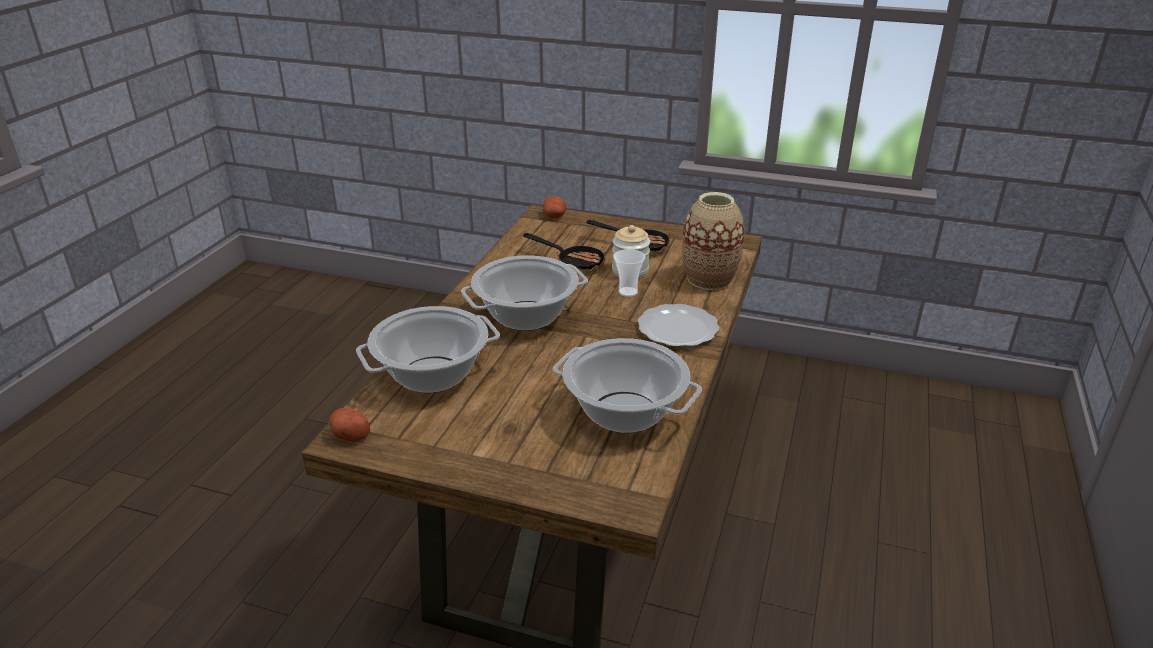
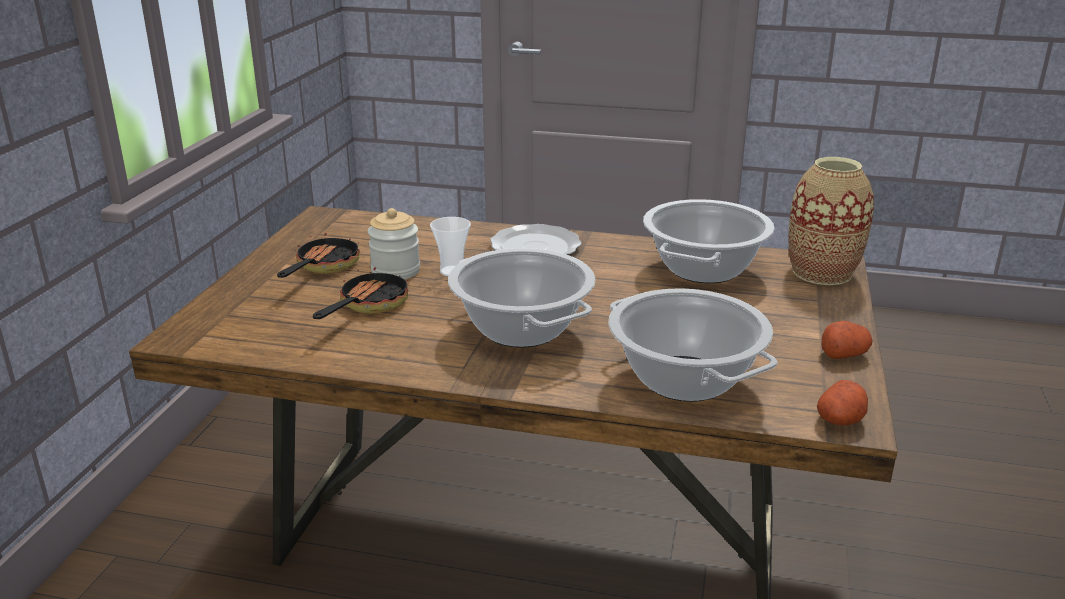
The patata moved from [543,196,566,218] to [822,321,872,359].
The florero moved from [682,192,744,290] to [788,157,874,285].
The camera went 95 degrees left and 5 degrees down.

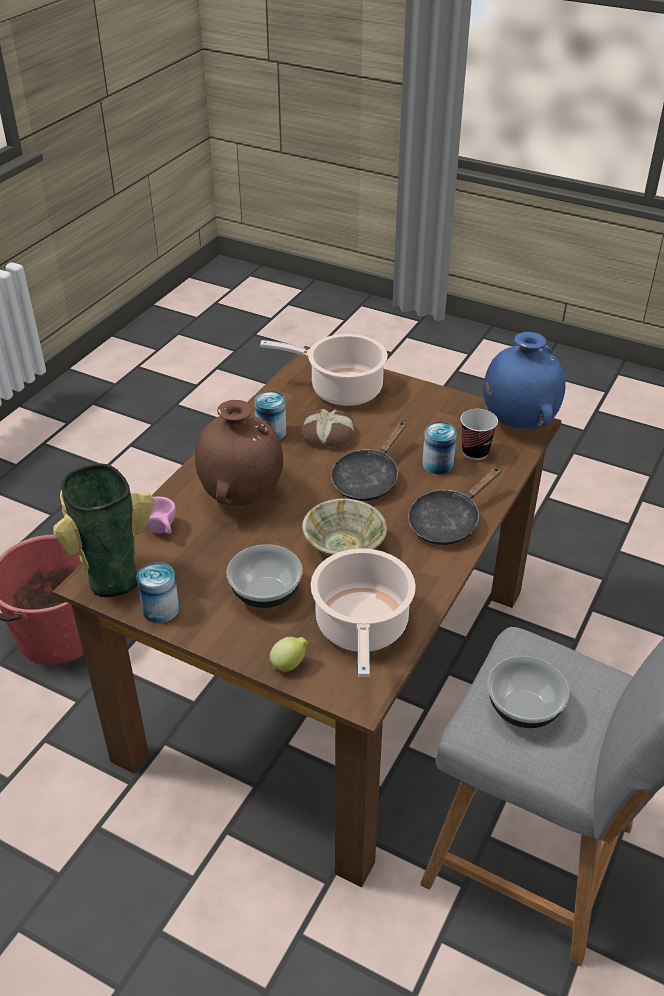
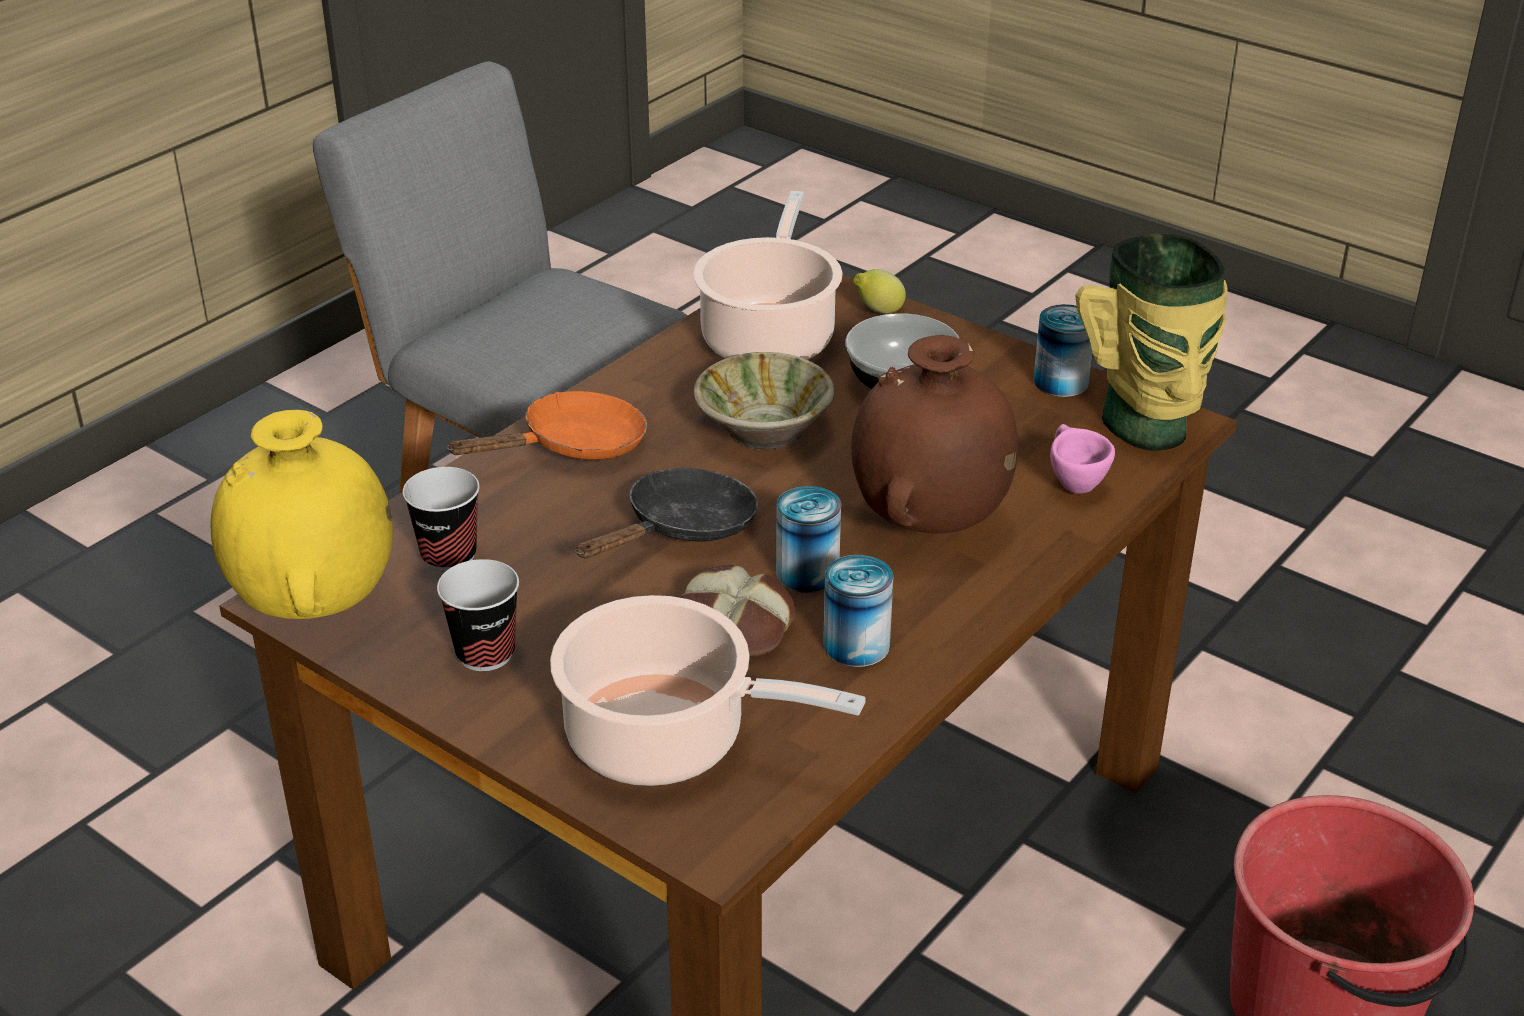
The sartén [negro] at [408,467,502,545] became the sartén [naranja] at [446,391,647,460].
The lata moved from [422,422,457,475] to [776,486,841,593].
The florero [azul] at [483,332,566,429] became the florero [amarillo] at [210,410,393,619].
The cuenco at [487,656,569,728] disappeared.
The taza at [437,559,519,671] appeared.
The camera went 170 degrees left and 5 degrees down.

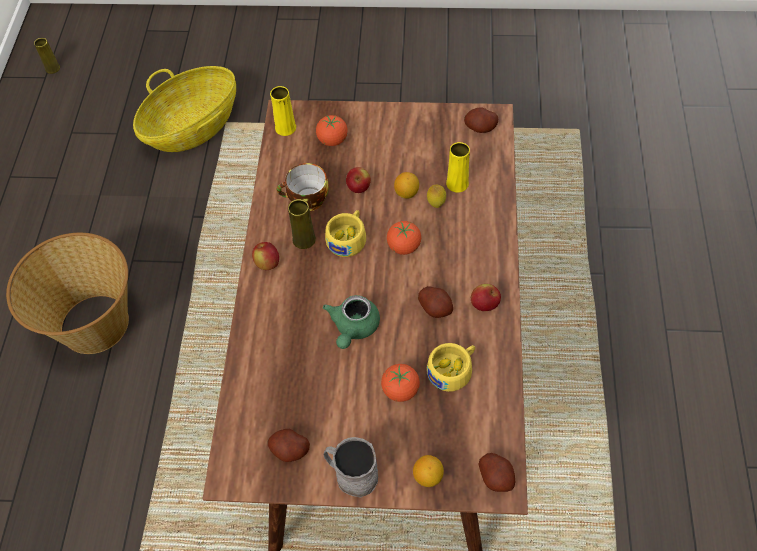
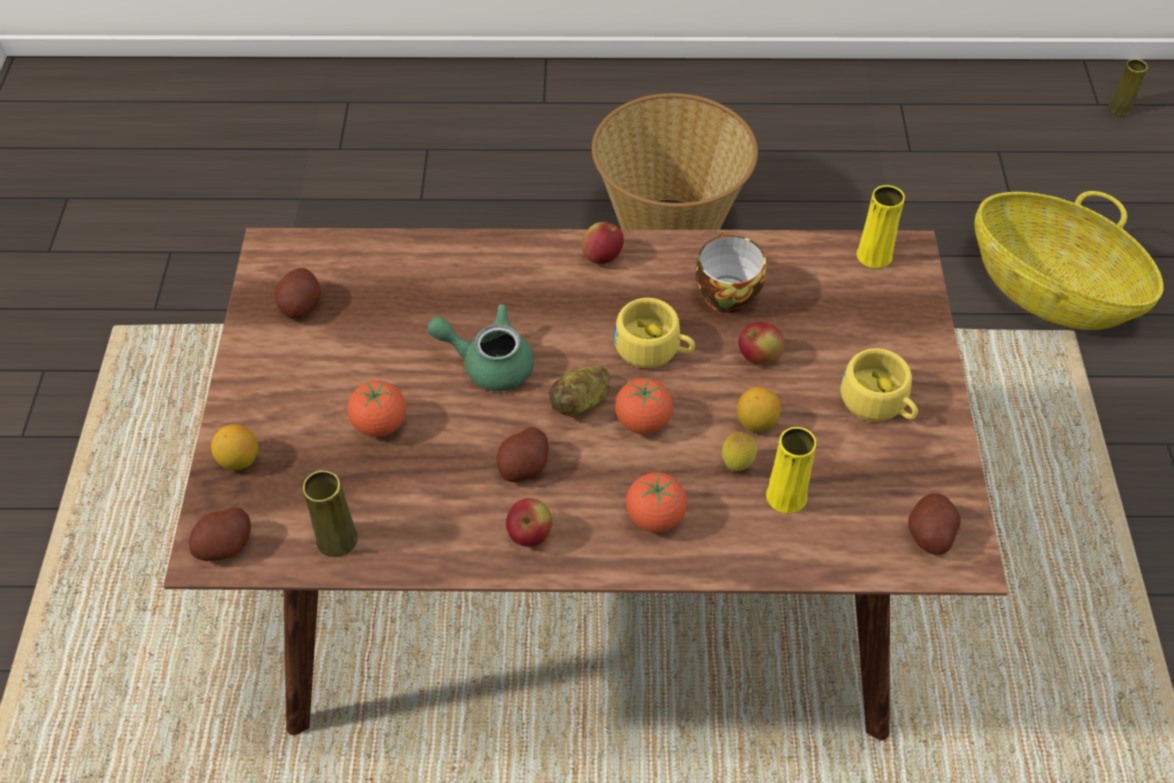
The florero [amarillo] moved from [288,199,316,249] to [303,470,358,557].
The tomate moved from [316,115,348,146] to [626,472,687,532].
The taza grande [gris] at [324,437,378,498] disappeared.
The taza [amarillo] moved from [427,343,475,392] to [840,348,918,421].
The patata at [549,365,610,416] appeared.
The camera went 85 degrees right and 5 degrees down.

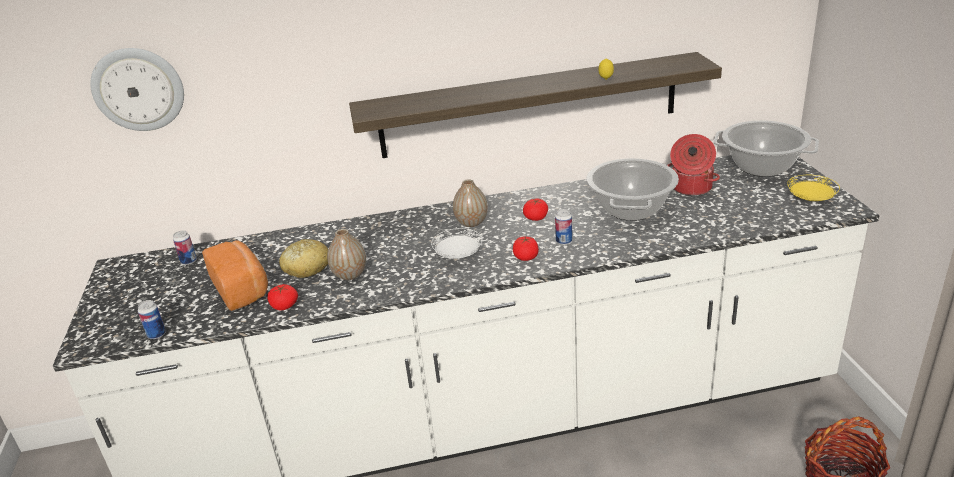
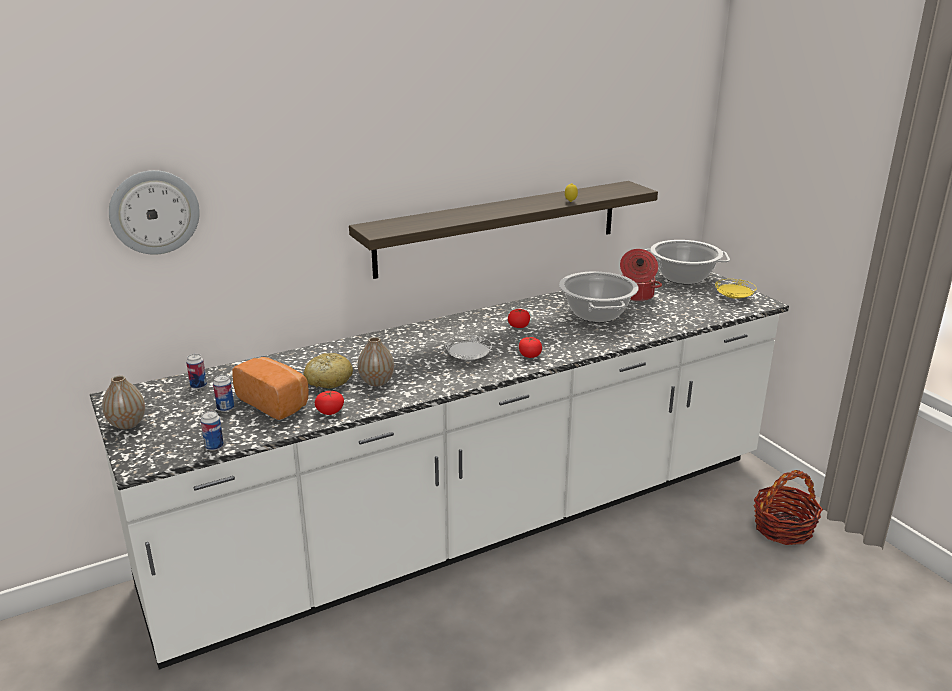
The florero moved from [453,179,488,227] to [102,376,145,429].
The lata moved from [555,209,572,245] to [213,375,234,412].
The camera went 20 degrees left and 5 degrees down.

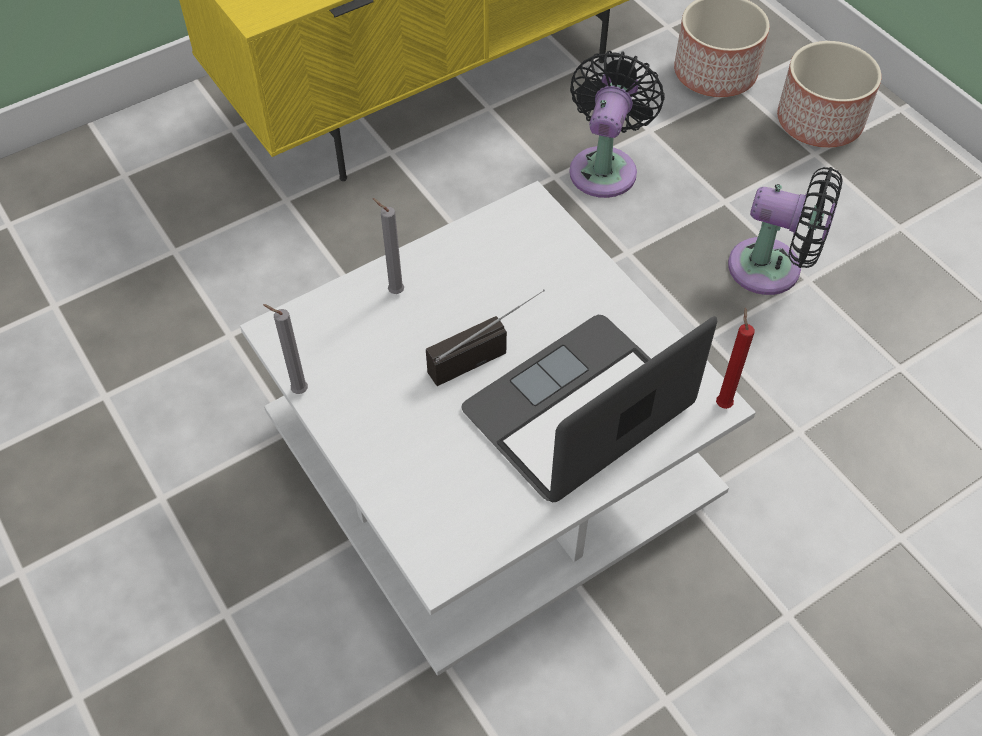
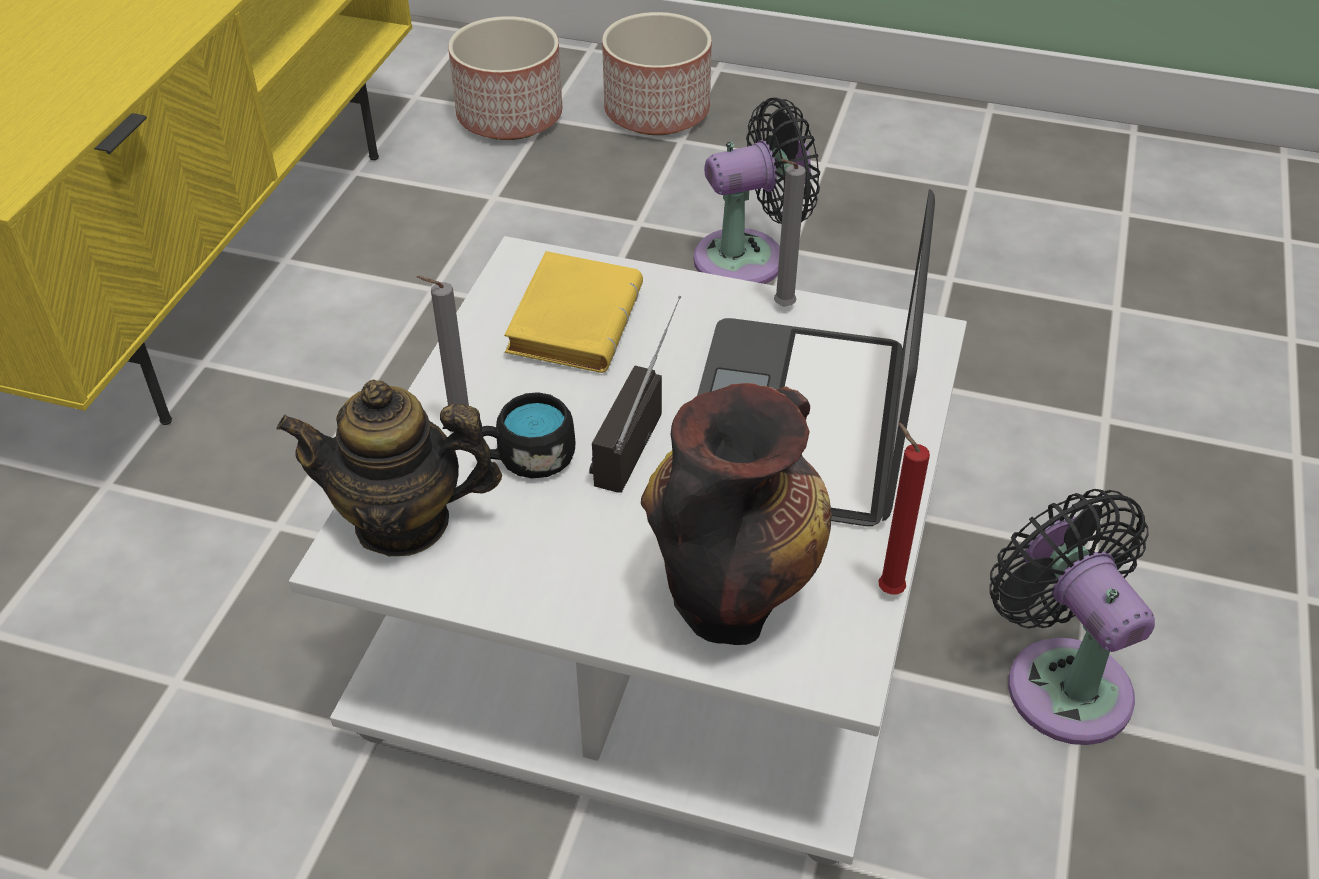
The vela [gris] moved from [263,304,308,394] to [774,159,806,307].
The ventilador [negro] moved from [569,51,665,198] to [989,489,1155,745].
The vela [rojo] moved from [716,308,755,409] to [878,422,930,594].
The tetera at [276,380,502,556] appeared.
The taza grande [negro] at [482,392,575,478] appeared.
The libro [amarillo] at [504,251,643,373] appeared.
The florero at [641,383,832,645] appeared.
The camera went 40 degrees left and 10 degrees down.

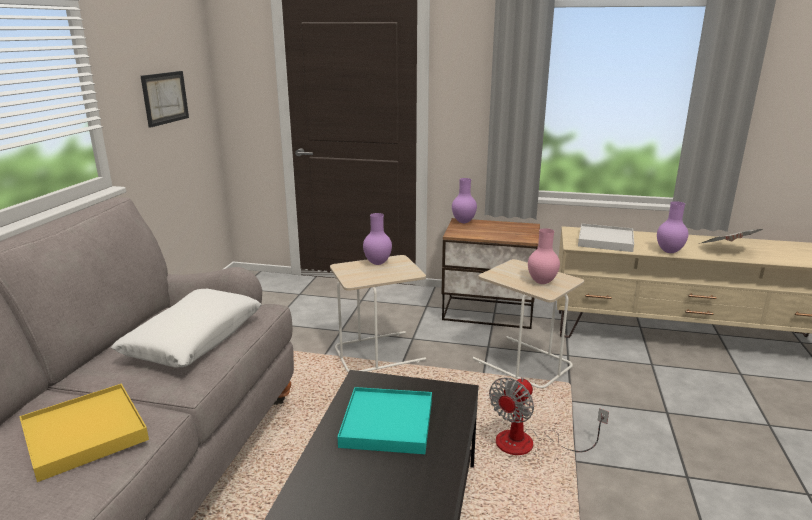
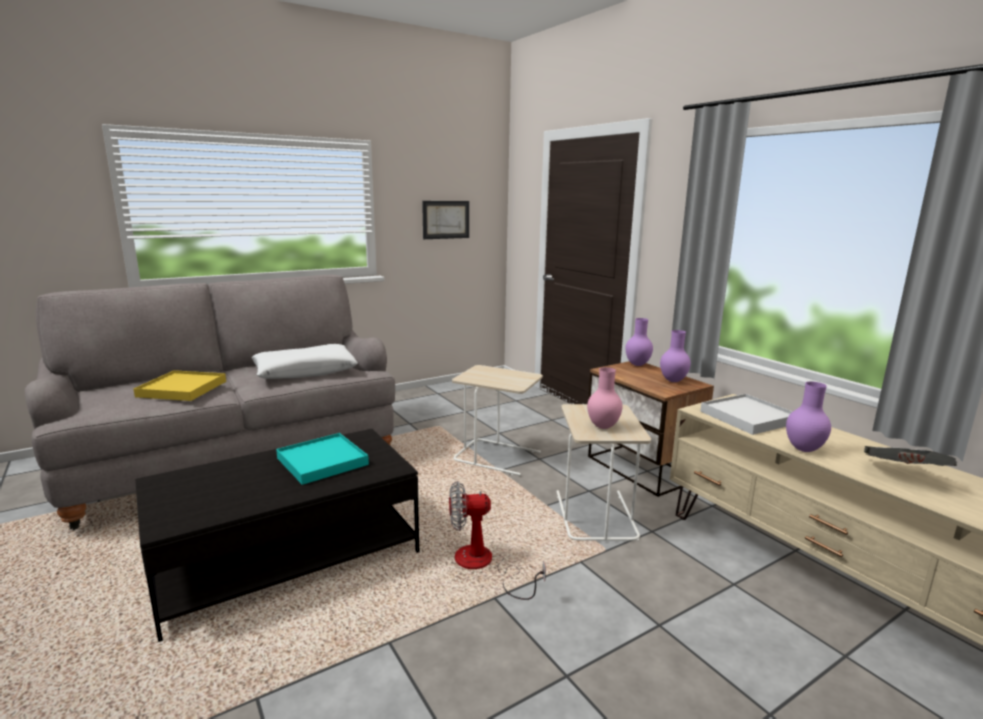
The florero [morado] moved from [363,213,392,265] to [660,330,691,382].
The camera went 45 degrees right and 5 degrees down.

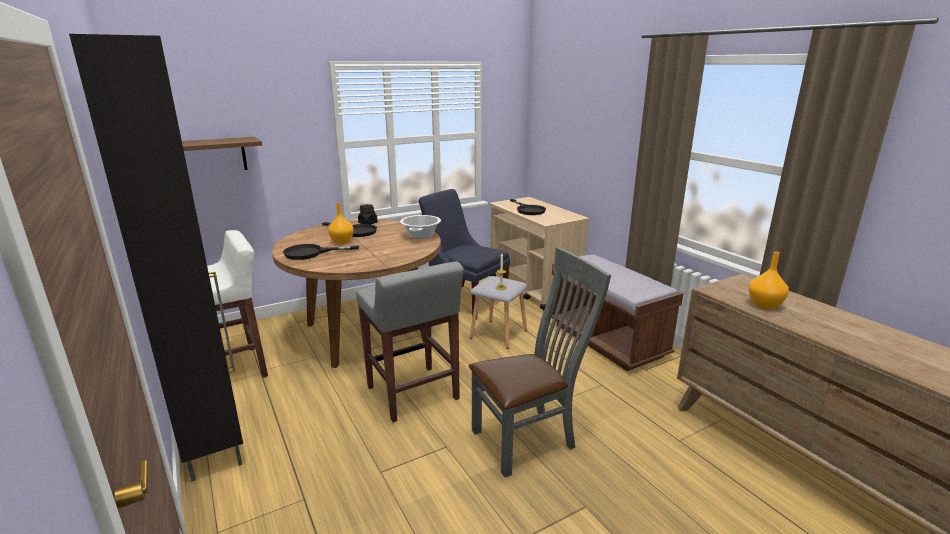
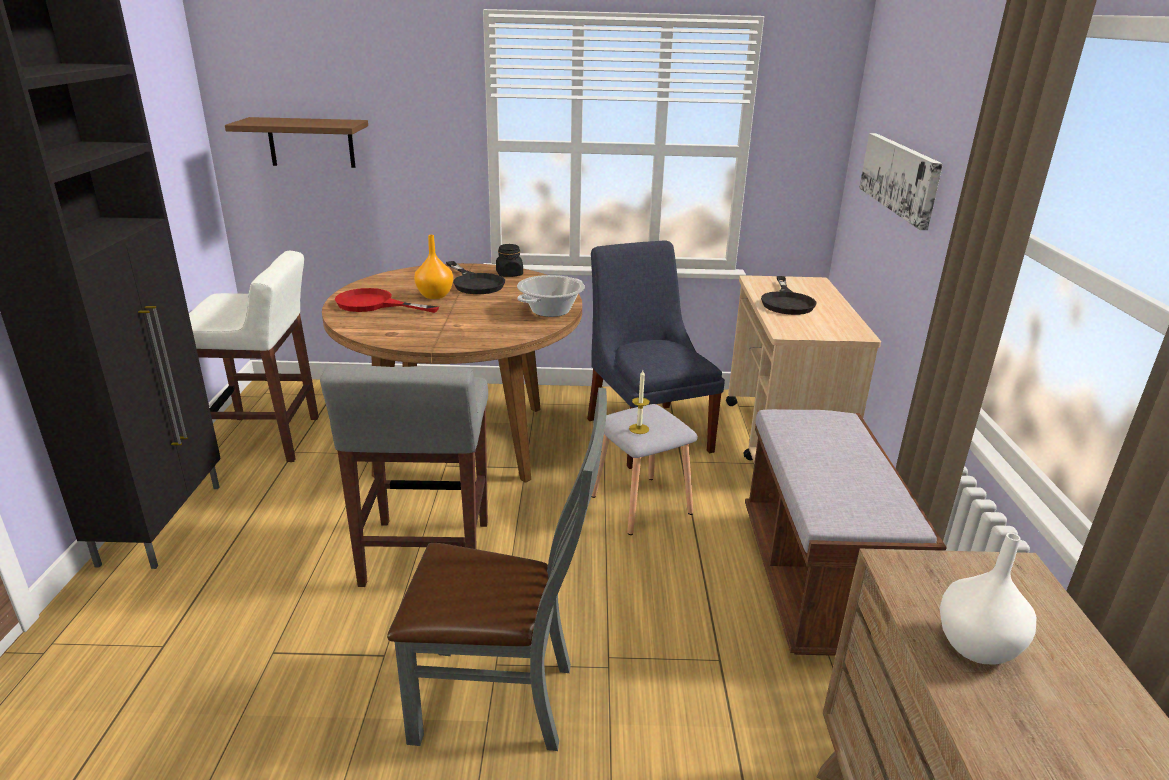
The sartén [negro] at [283,244,359,260] became the sartén [rojo] at [335,288,439,313].
The florero [naranja] at [749,251,789,309] became the florero [blanco] at [940,533,1037,664].
The cuadro at [859,133,943,230] appeared.
The camera went 30 degrees right and 5 degrees up.

